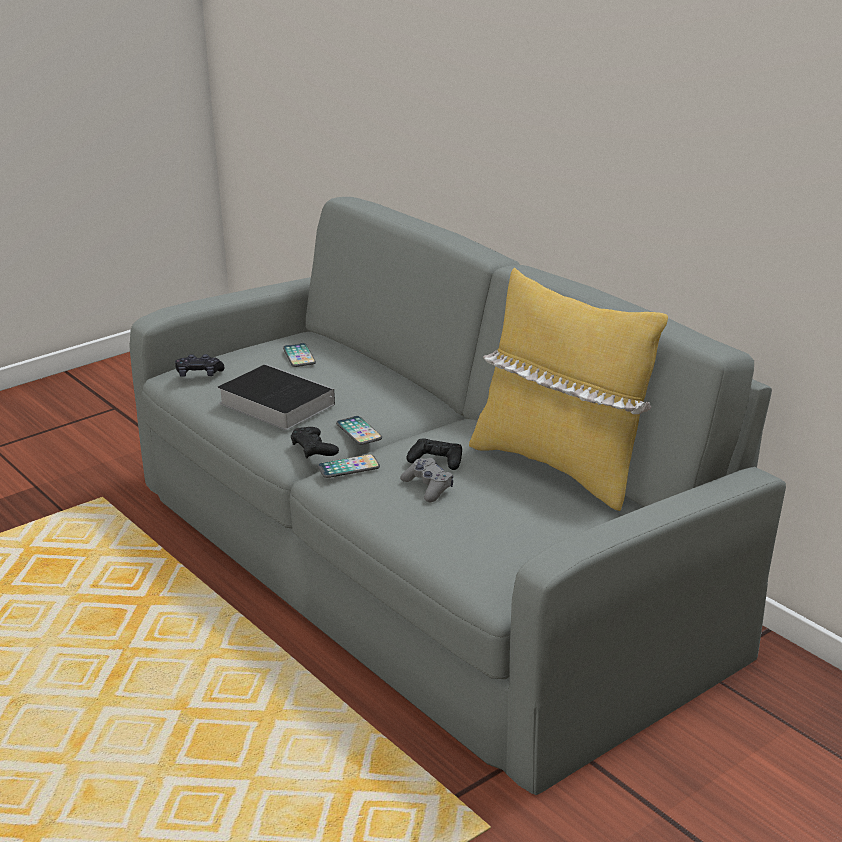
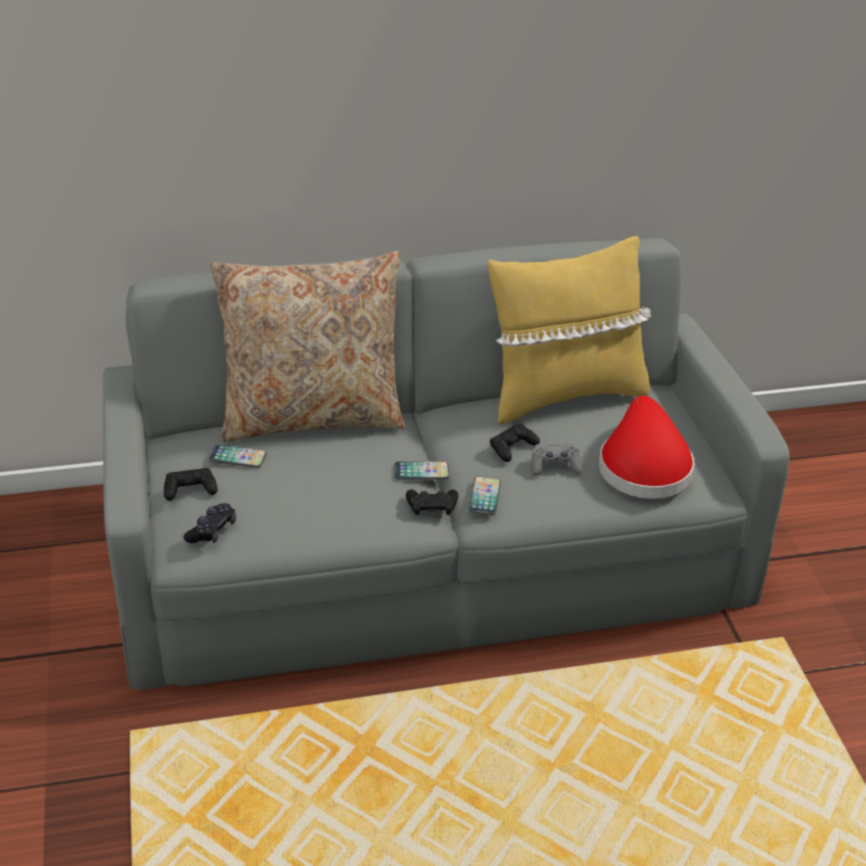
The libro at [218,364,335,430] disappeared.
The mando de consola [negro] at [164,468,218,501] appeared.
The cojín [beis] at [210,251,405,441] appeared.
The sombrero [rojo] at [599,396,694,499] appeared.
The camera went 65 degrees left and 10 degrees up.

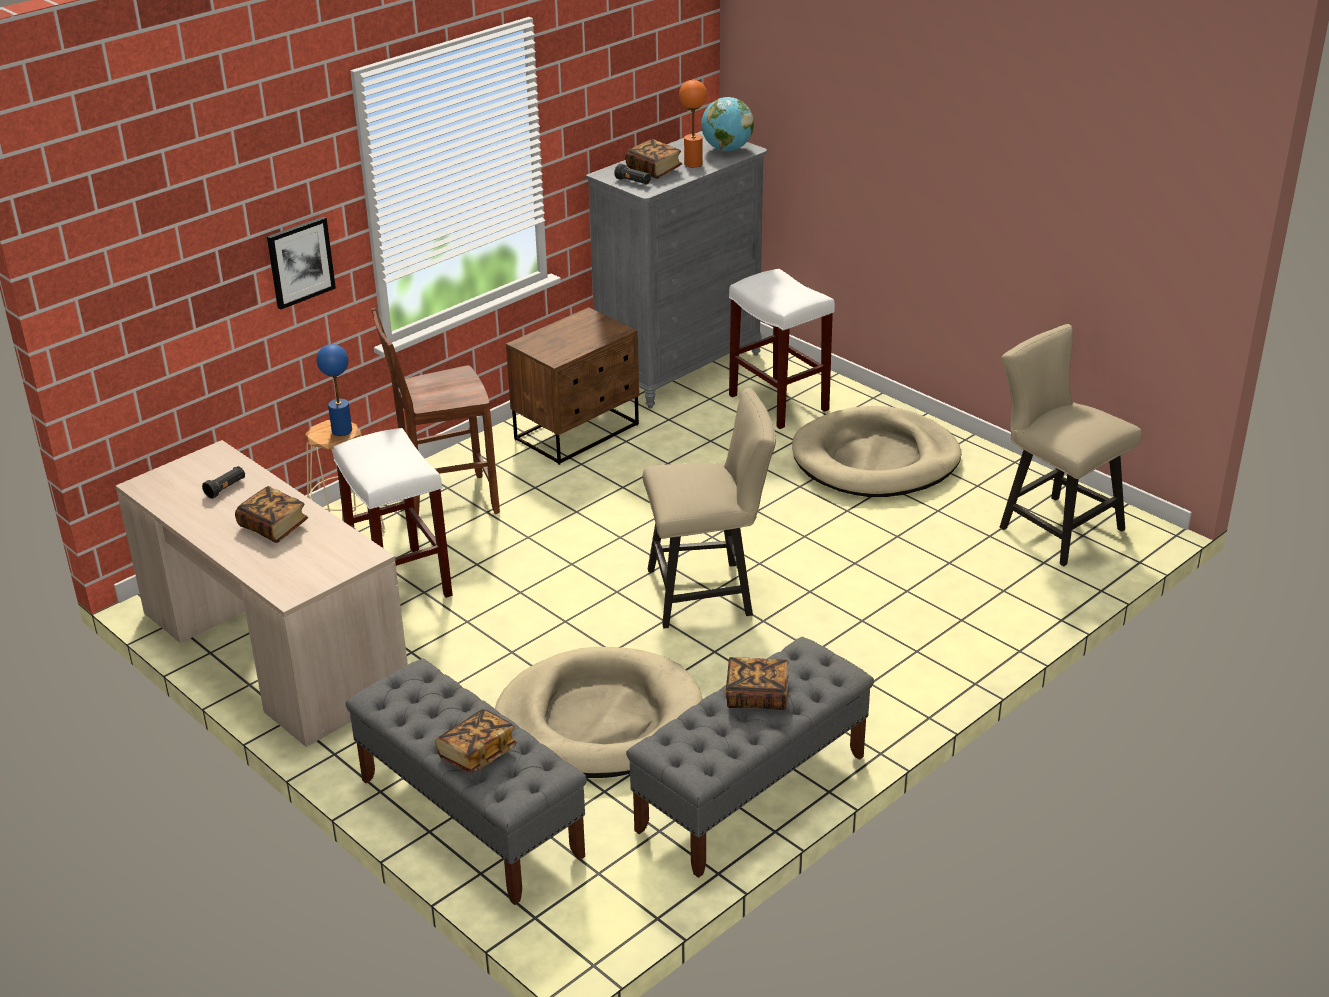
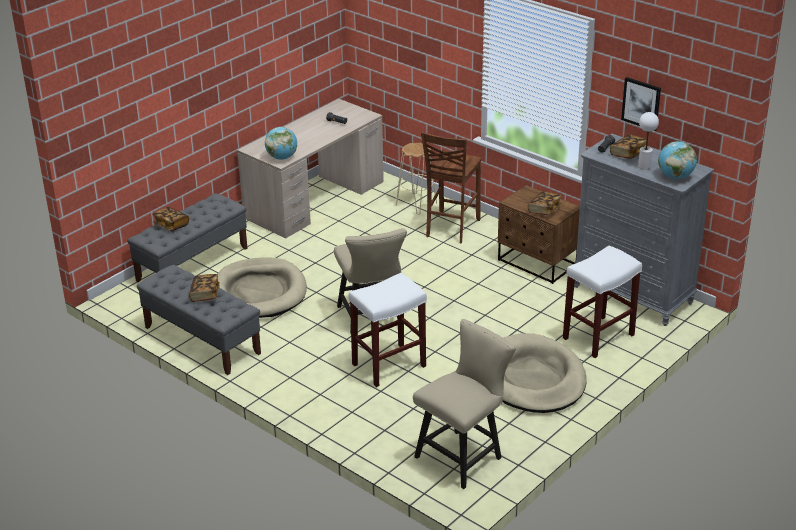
The libro moved from [235,486,308,543] to [528,191,562,215].
The cuadro moved from [267,216,336,309] to [621,77,661,131].
The lámpara de mesa [azul] at [317,344,352,436] disappeared.
The taburete [blanco] moved from [333,428,453,598] to [348,273,427,387].
The silla [marrón] at [371,308,500,526] turned 135 degrees counterclockwise.
The lámpara de mesa [naranja] at [679,80,707,168] became the lámpara de mesa [blanco] at [638,112,659,170].
The globo terráqueo at [265,127,297,160] appeared.
The camera went 85 degrees right and 0 degrees up.

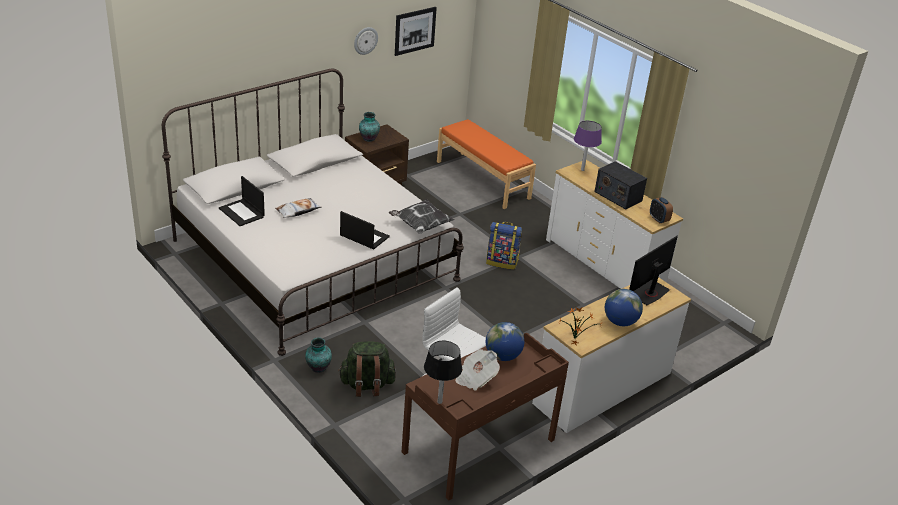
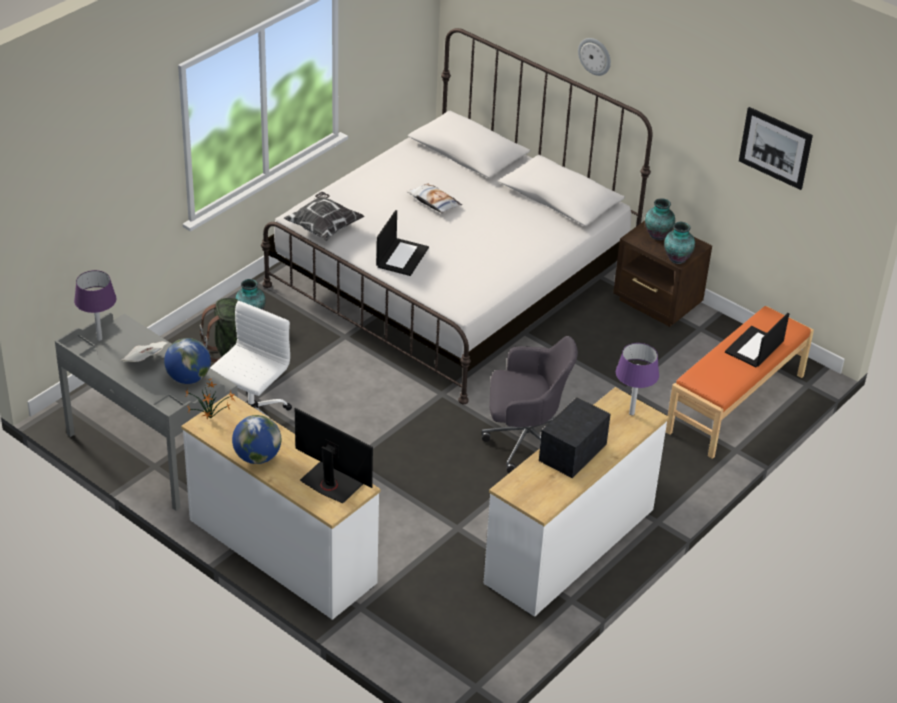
The portátil moved from [219,176,265,226] to [725,313,789,367].
The reloj de pared moved from [354,27,378,55] to [578,38,611,76].
The cojín moved from [389,199,455,234] to [284,192,365,241].
The escritorio [marrón] at [402,333,569,501] became the escritorio [gris] at [55,313,238,511].
The lámpara de mesa [negro] at [424,341,462,404] became the lámpara de mesa [morado] at [74,270,117,341].
The mochila at [486,222,522,270] was replaced by the silla de oficina [gris] at [482,336,578,473].
The despertador at [650,197,673,224] disappeared.
The florero at [664,222,695,264] appeared.
The camera went 80 degrees right and 5 degrees up.

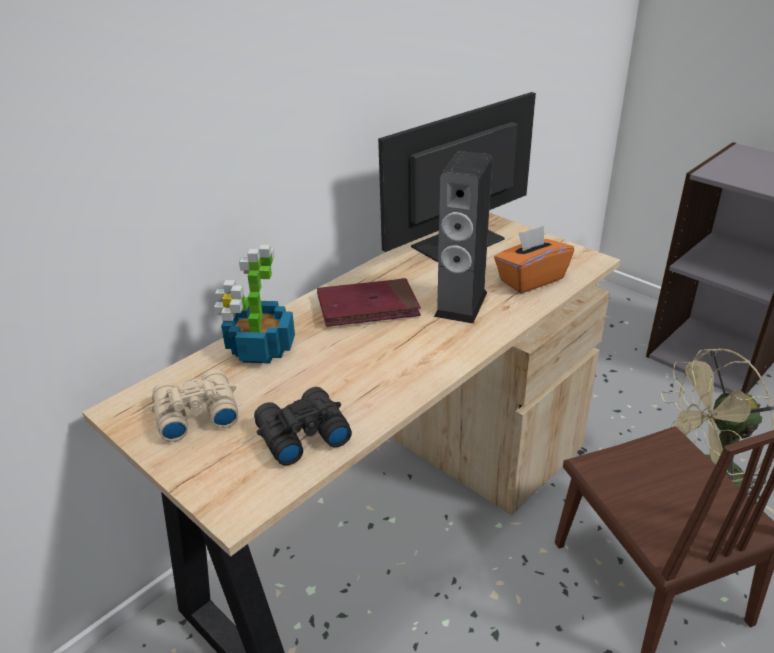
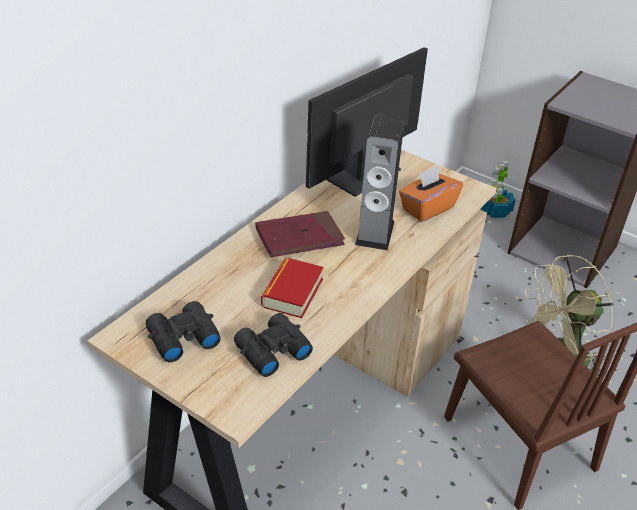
The prismáticos [beis] at [149,369,238,442] became the prismáticos [negro] at [146,301,221,362].
The planta en maceta moved from [214,244,295,363] to [481,161,516,218].
The libro at [261,258,324,318] appeared.
The camera went 10 degrees left and 5 degrees up.

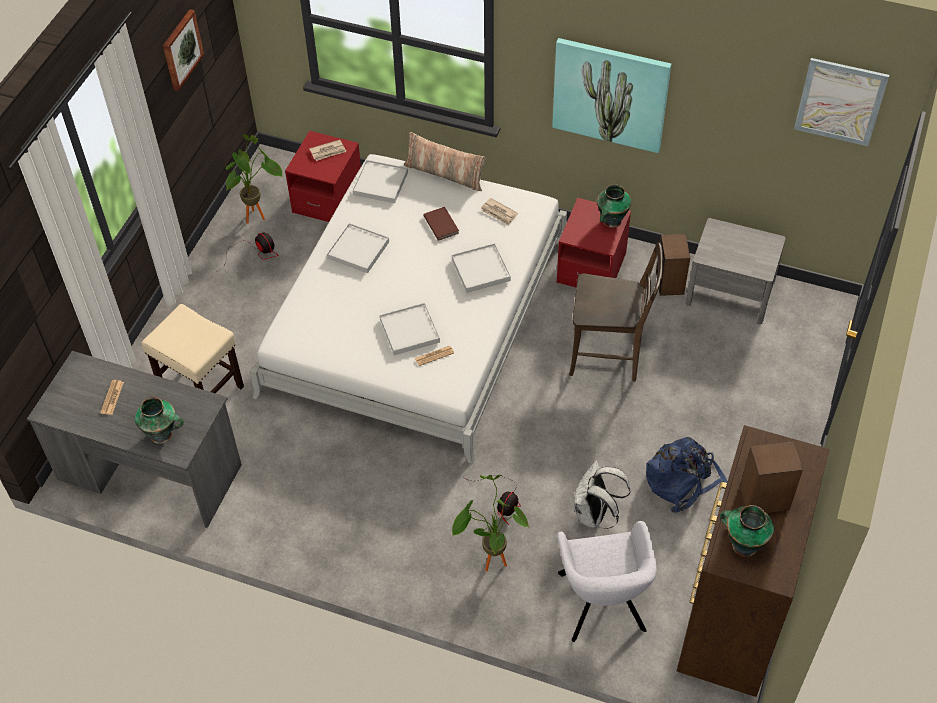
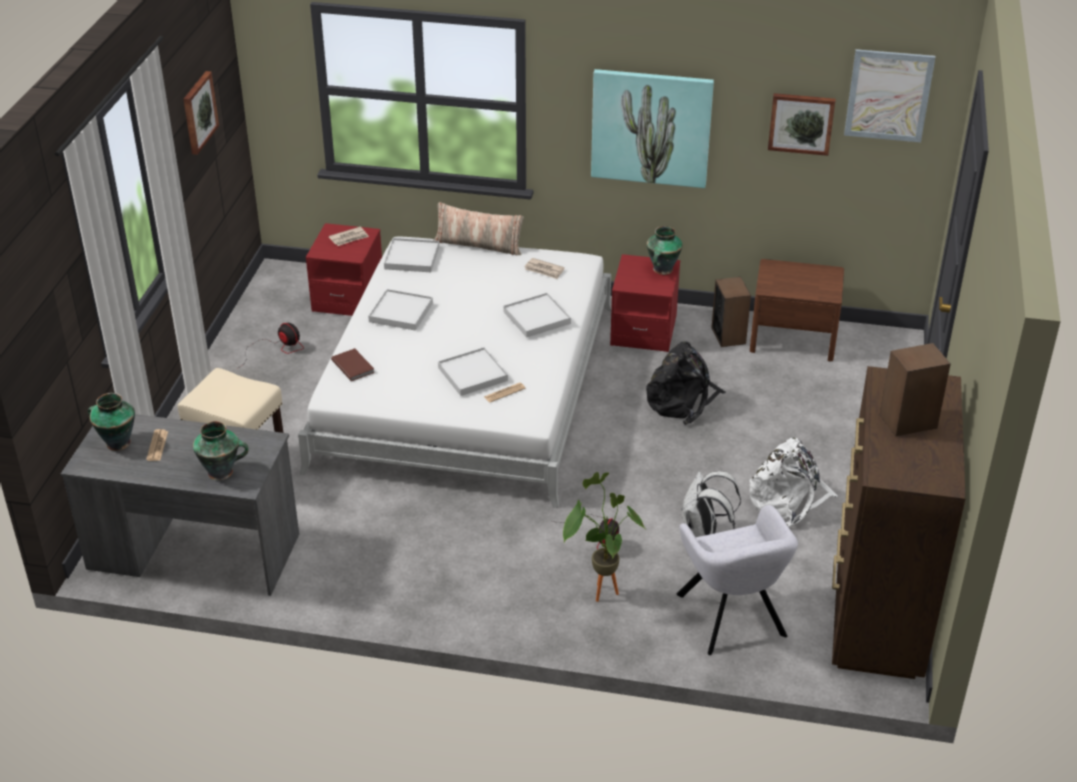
The planta en maceta at [226,134,283,223] disappeared.
The libro [marrón] moved from [423,207,459,241] to [331,348,375,381].
The silla [marrón] at [569,242,663,382] was replaced by the mochila [negro] at [646,341,726,425].
The mochila [azul] at [646,437,728,513] became the mochila [blanco] at [749,438,838,526].
The mesita de noche [gris] at [686,218,786,324] became the mesita de noche [marrón] at [750,259,844,361].
The florero moved from [720,505,774,557] to [88,393,135,451].
The cuadro at [768,93,836,156] appeared.
The camera went 10 degrees left and 15 degrees down.

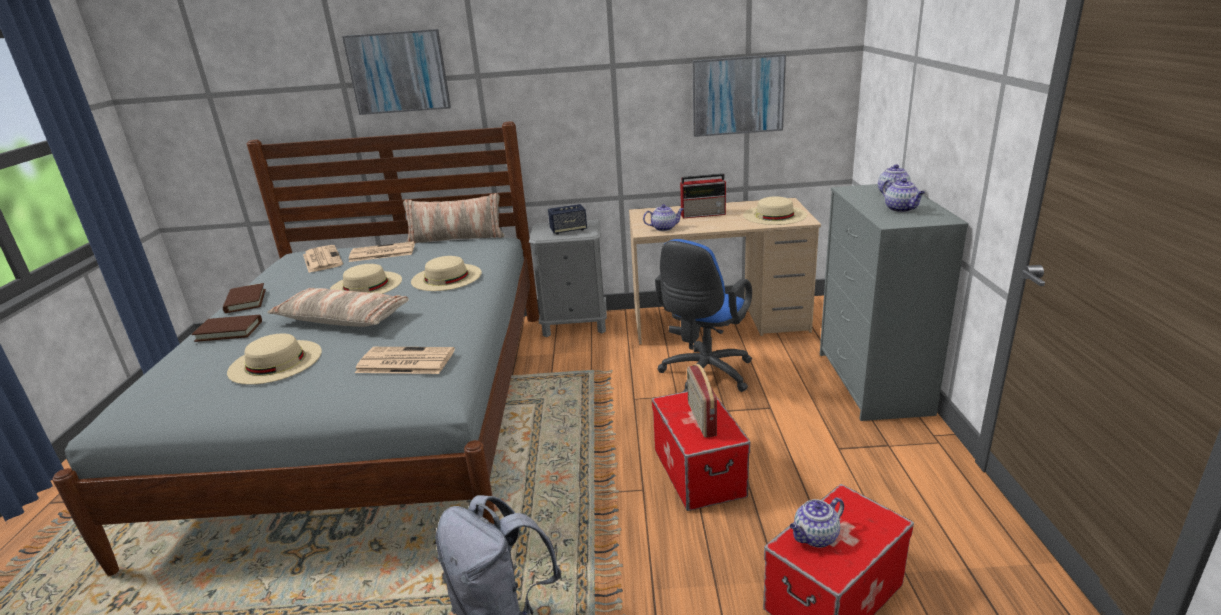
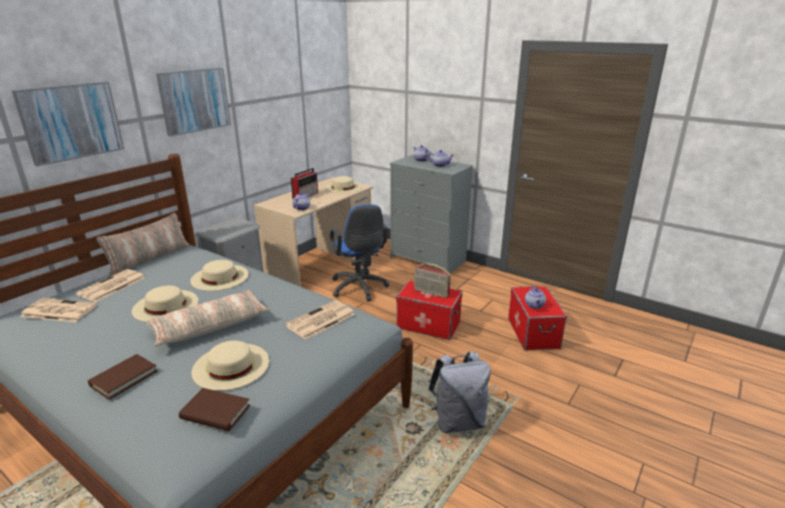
The libro [marrón] moved from [223,283,266,313] to [179,388,250,431].
The altavoz at [548,204,587,234] disappeared.
The cuadro moved from [692,54,786,137] to [156,68,231,137].
The camera went 55 degrees left and 0 degrees up.

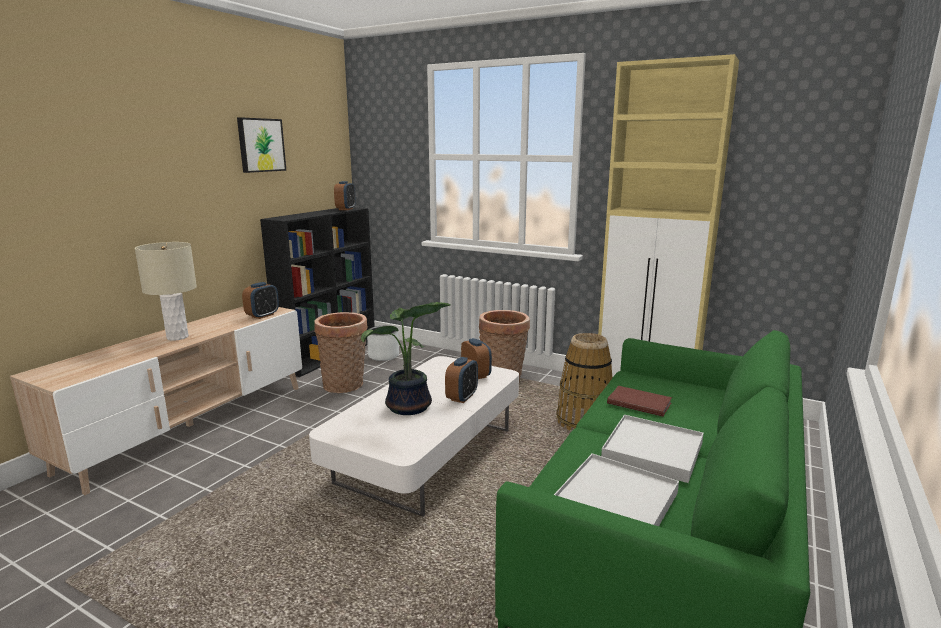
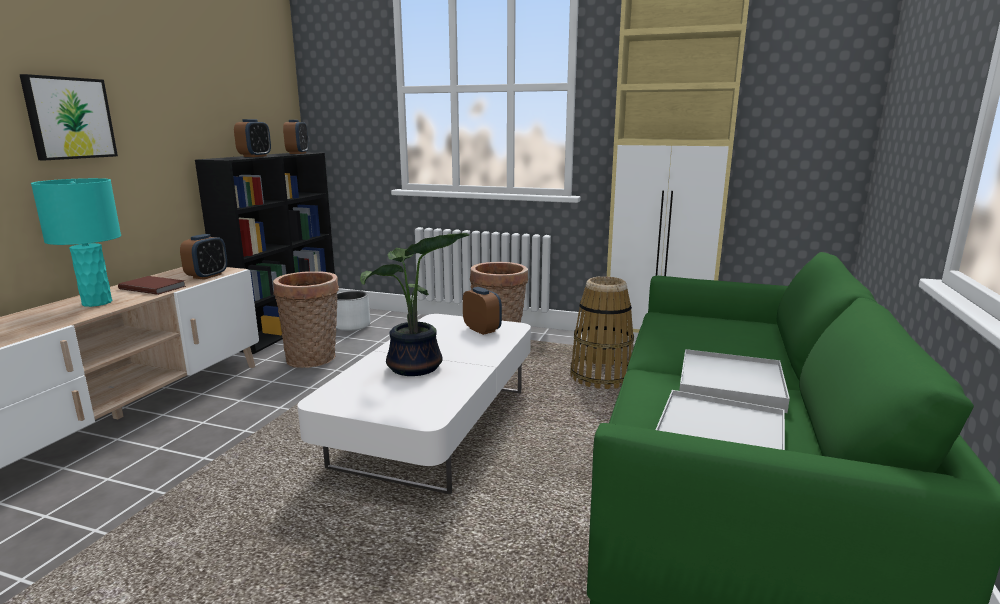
The lámpara de mesa [beis] at [135,242,197,341] became the lámpara de mesa [turquesa] at [31,178,121,307].
The cuadro moved from [237,117,286,173] to [19,74,118,160].
The despertador moved from [445,357,478,403] to [234,119,271,157].
The libro [marrón] moved from [607,386,672,417] to [118,276,186,295].
The camera went 10 degrees left and 0 degrees up.

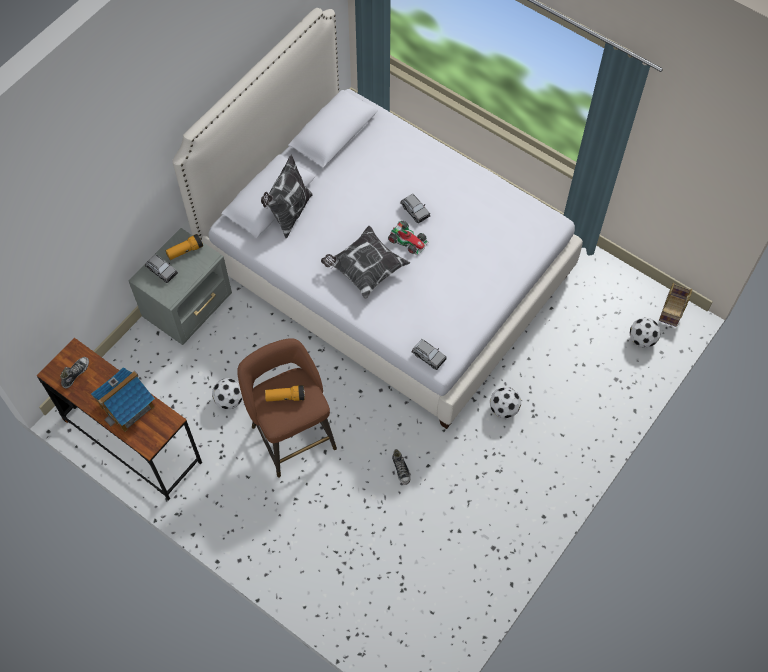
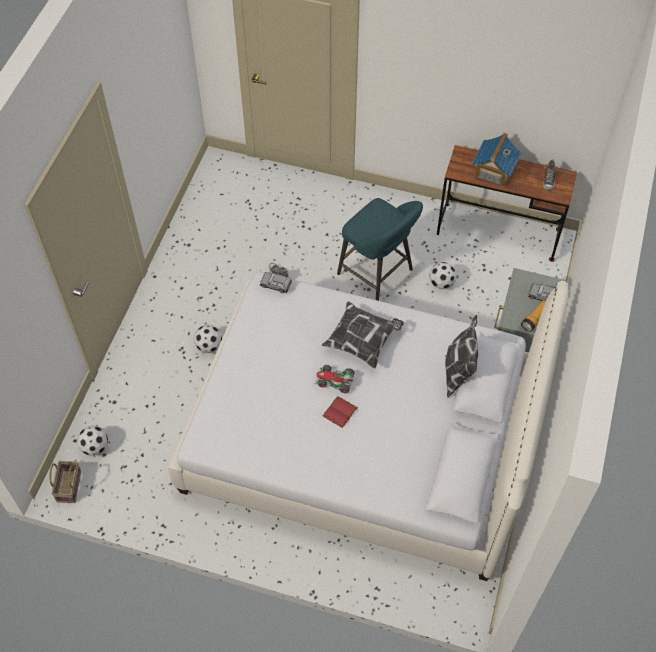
The taburete [marrón] at [237,338,337,478] became the taburete [turquesa] at [337,198,423,301].
The linterna at [265,385,305,402] disappeared.
The coche de juguete [gris] at [400,193,430,224] was replaced by the libro [rojo] at [323,396,358,428].
The camera went 160 degrees right and 5 degrees down.

